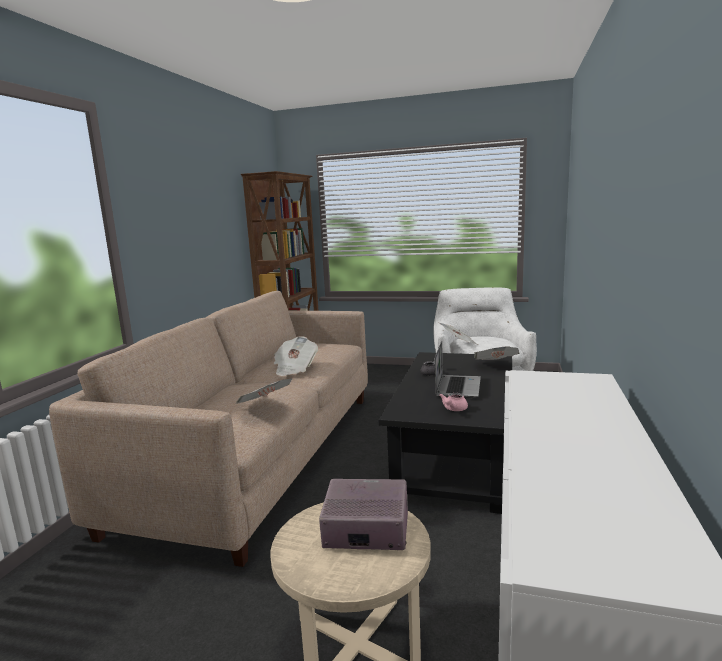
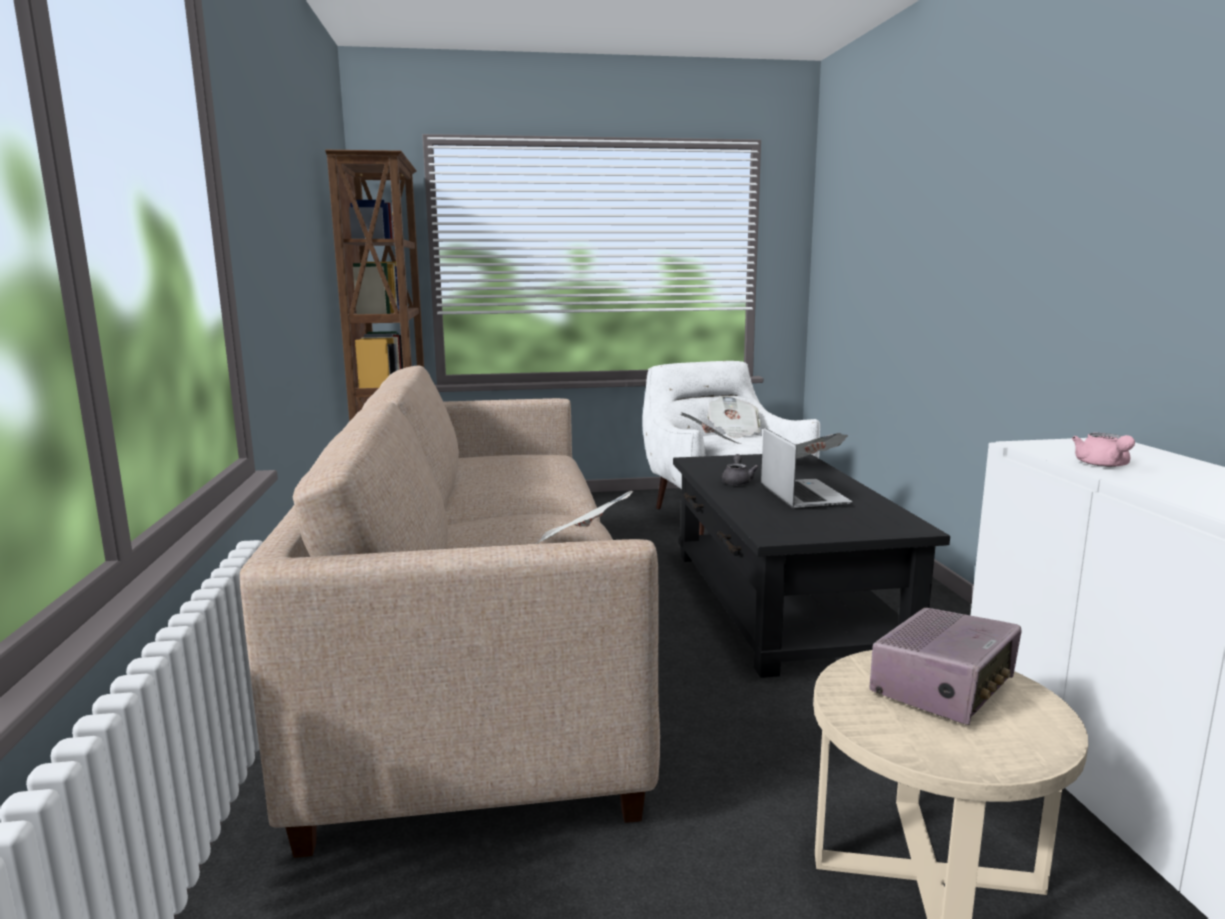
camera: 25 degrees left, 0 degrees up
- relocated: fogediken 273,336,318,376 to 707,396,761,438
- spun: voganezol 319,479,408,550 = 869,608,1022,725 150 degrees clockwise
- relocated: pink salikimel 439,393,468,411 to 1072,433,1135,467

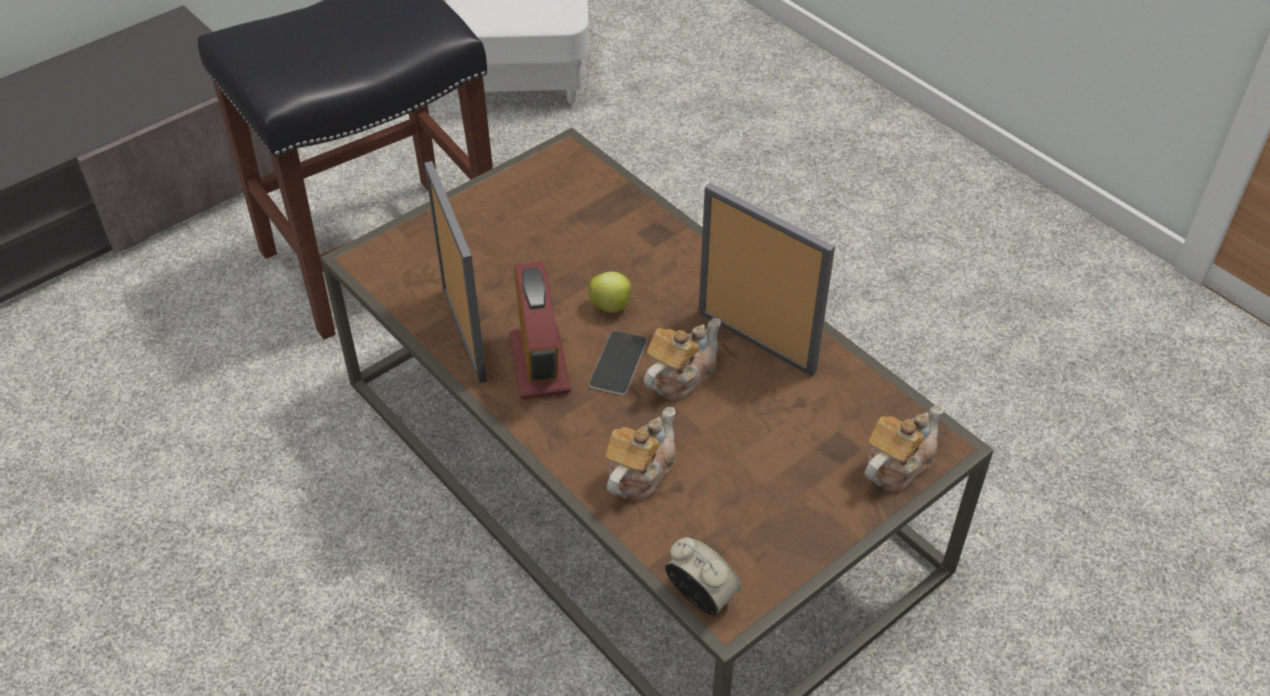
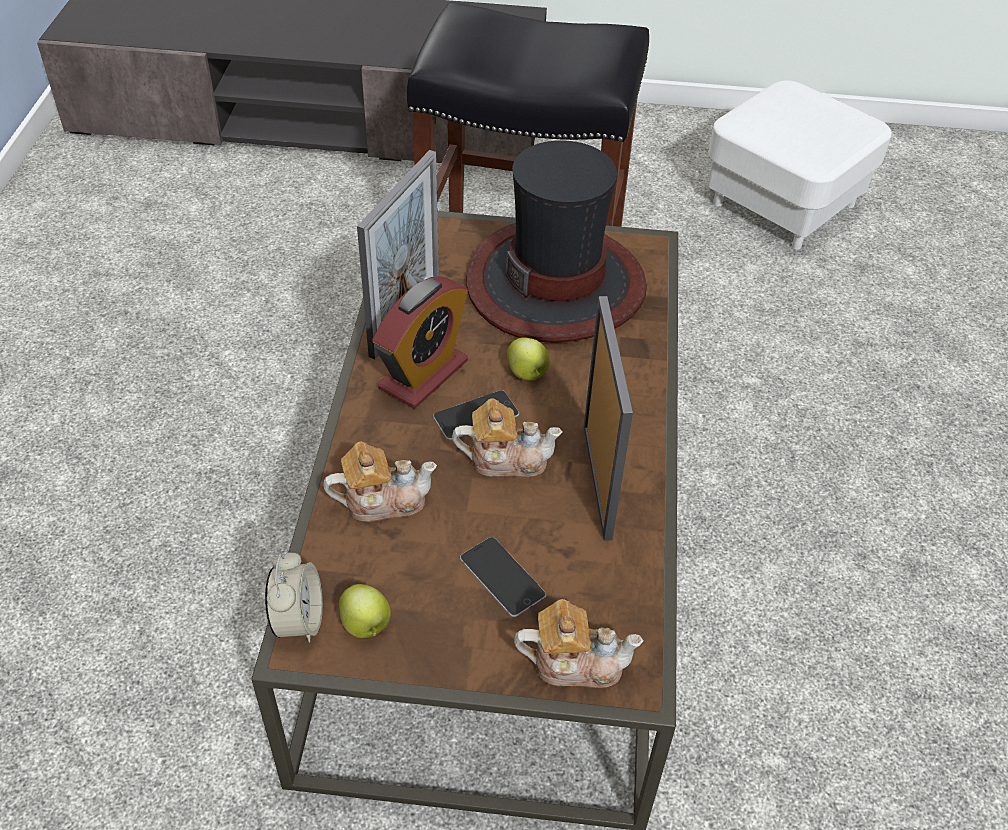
camera: 45 degrees right, 0 degrees up
- appeared: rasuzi 339,584,391,638
- appeared: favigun 460,537,546,617
- appeared: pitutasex 466,140,647,343

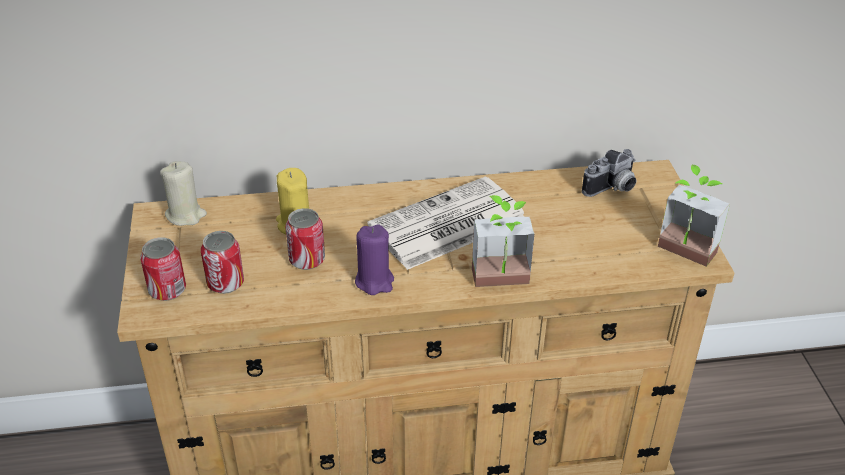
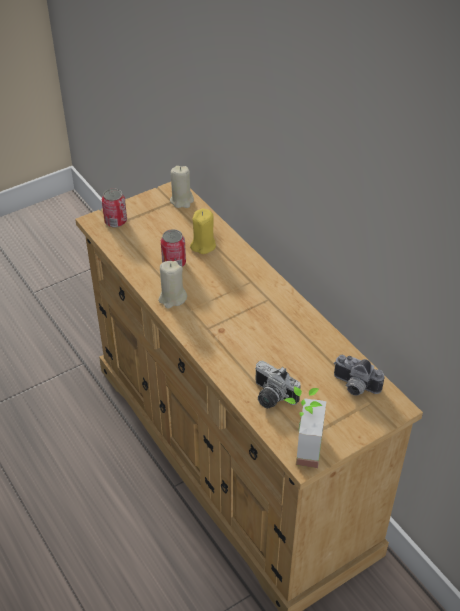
camera: 65 degrees right, 5 degrees up
- missing: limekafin 201,231,244,294
- colour: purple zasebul 355,224,394,295 to beige zasebul 159,261,187,309
- missing: fogediken 367,176,525,270
- missing: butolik 472,195,535,287
- appeared: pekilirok 255,361,301,408

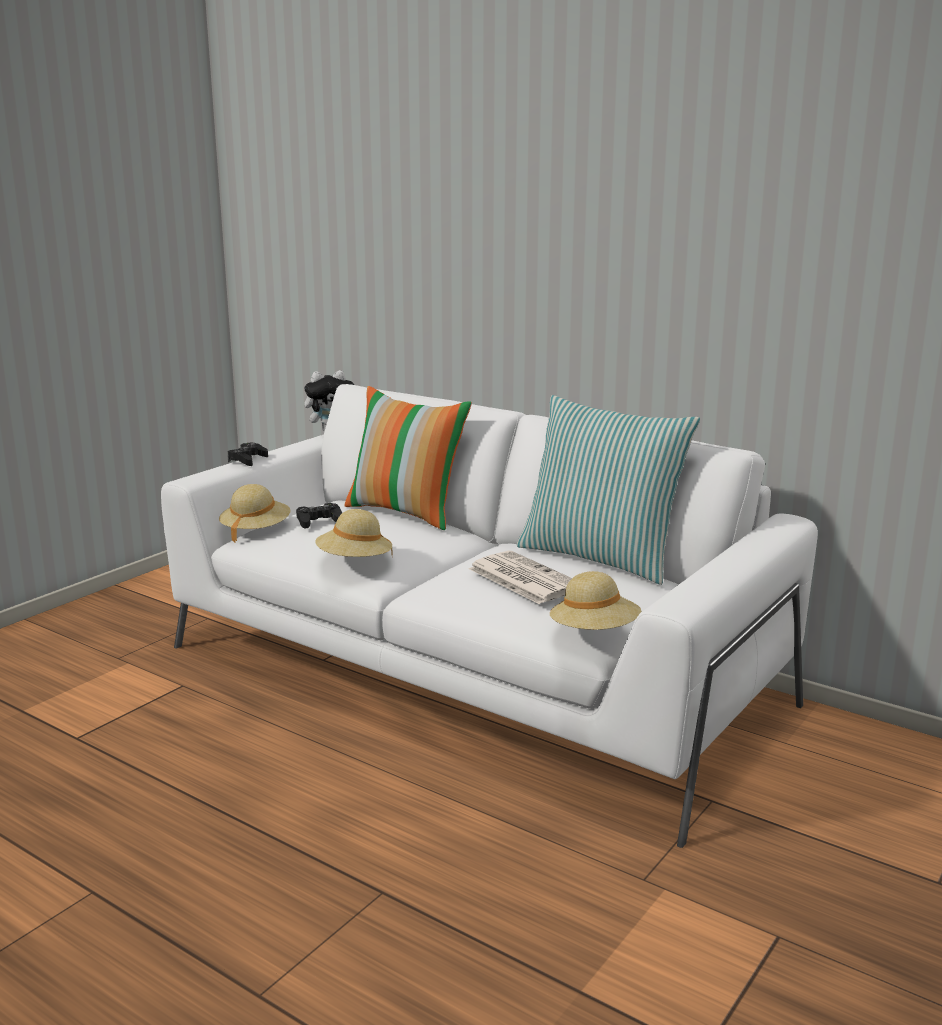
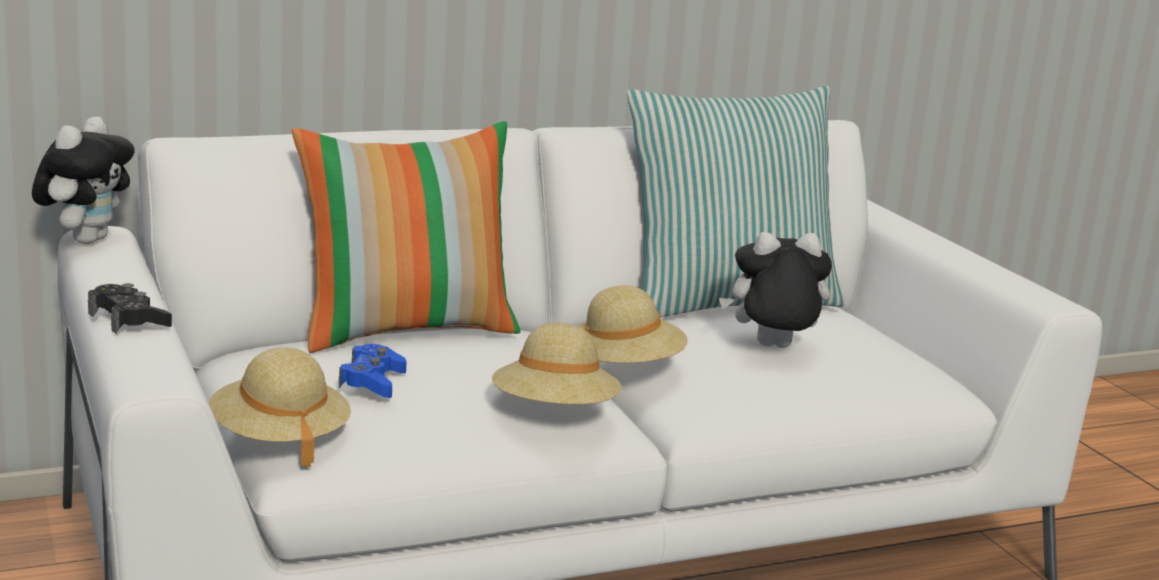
camera: 60 degrees left, 0 degrees up
- colour: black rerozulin 296,503,342,529 to blue rerozulin 339,344,406,398
- exchanged: fogediken 469,551,572,604 to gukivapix 719,232,832,348
- relocated: beige pitutasex 550,571,641,630 to 578,285,688,363

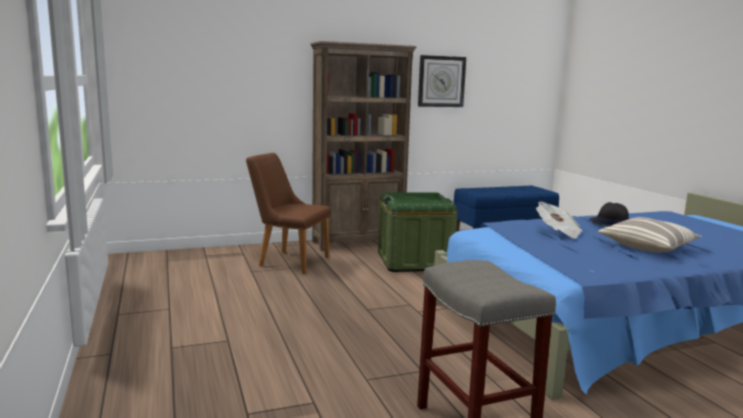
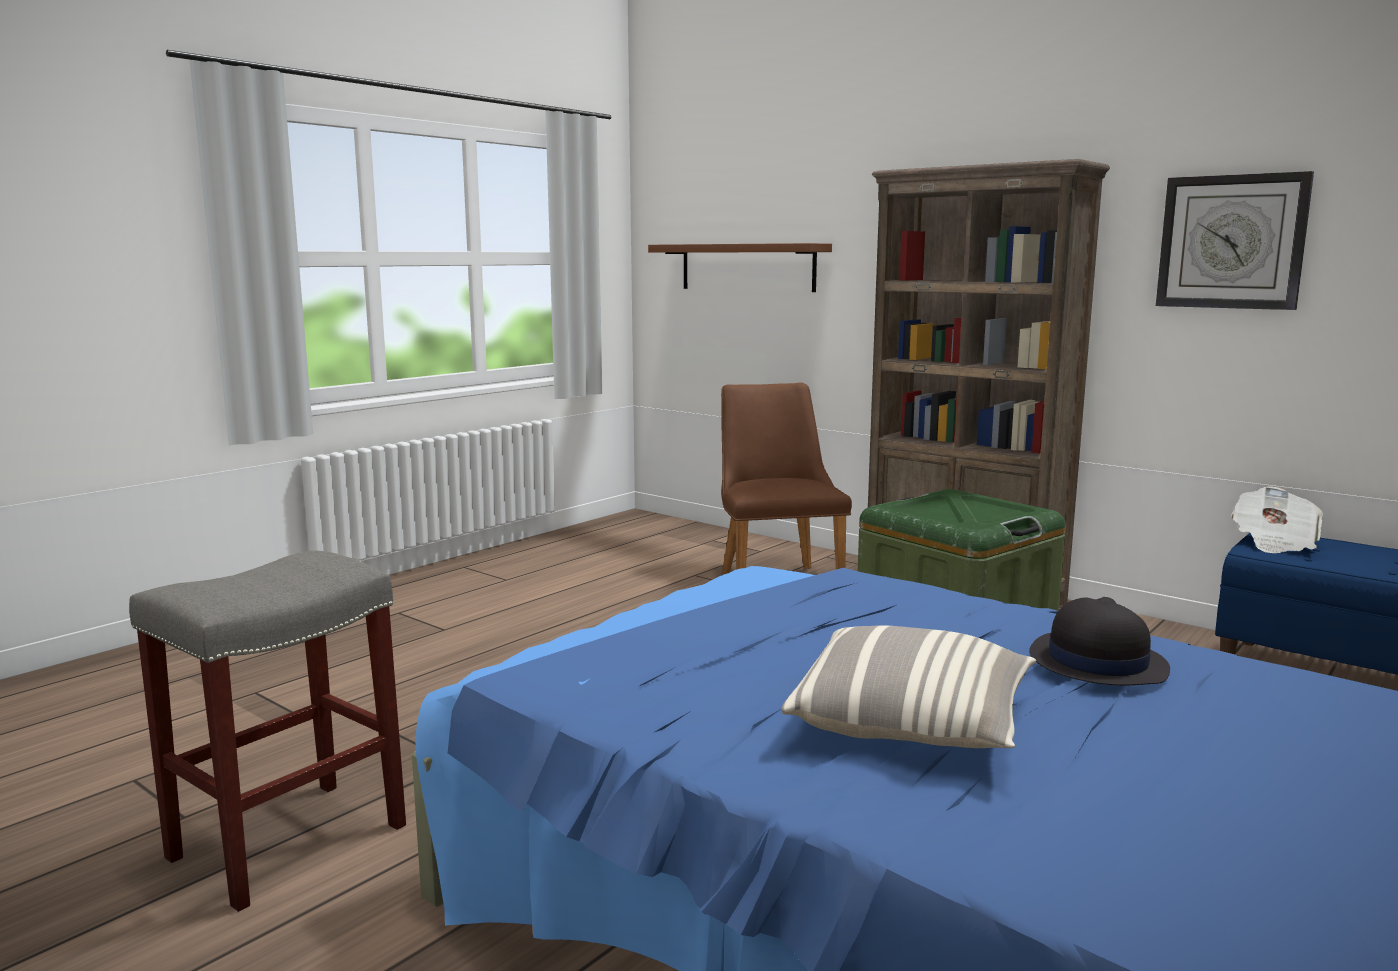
camera: 60 degrees right, 0 degrees up
- relocated: fogediken 536,202,583,239 to 1231,486,1323,553
- appeared: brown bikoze 648,243,832,292

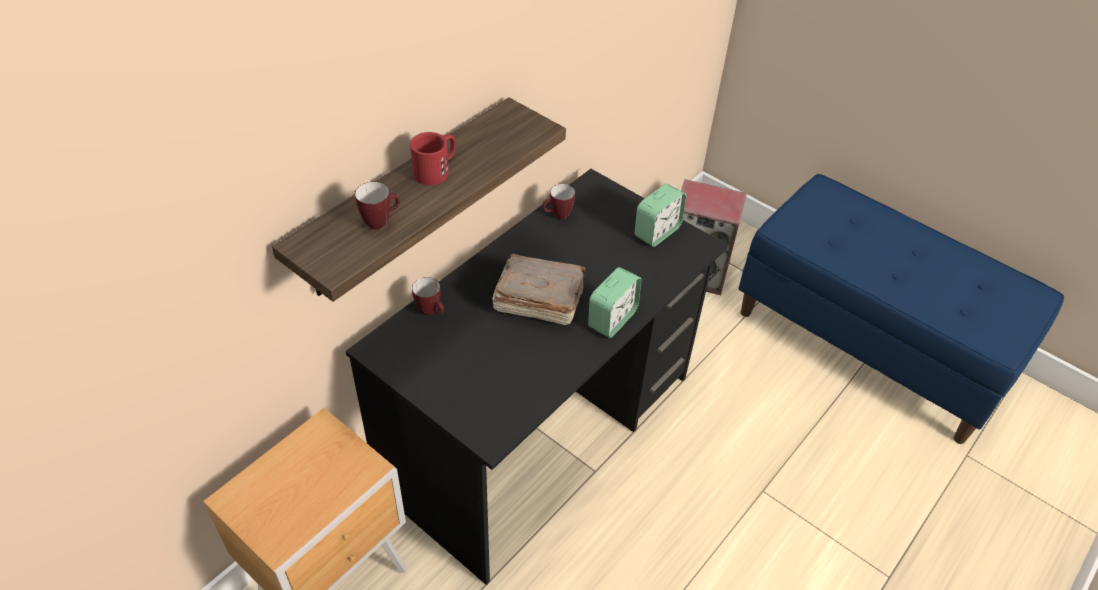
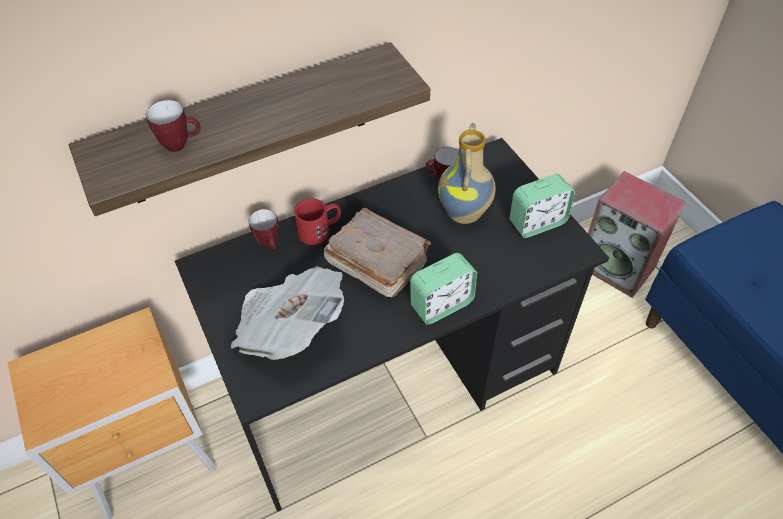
camera: 25 degrees right, 5 degrees up
- relocated: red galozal 410,132,456,186 to 294,198,341,245
- appeared: fogediken 230,266,344,360
- appeared: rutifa 438,123,496,224

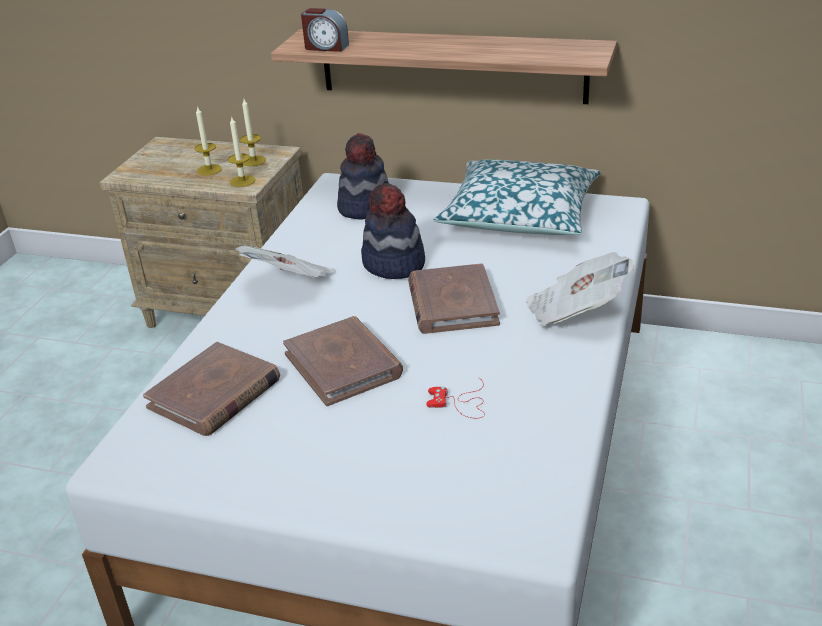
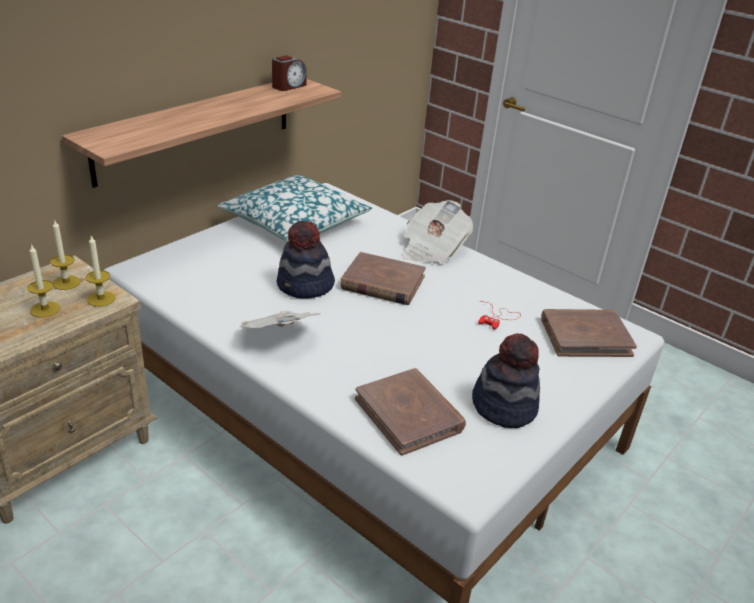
camera: 70 degrees left, 0 degrees up
- relocated: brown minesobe 283,316,403,406 to 541,309,637,357
- relocated: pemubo 301,8,349,52 to 272,55,307,91
- relocated: pitutasex 337,133,388,219 to 472,333,540,428

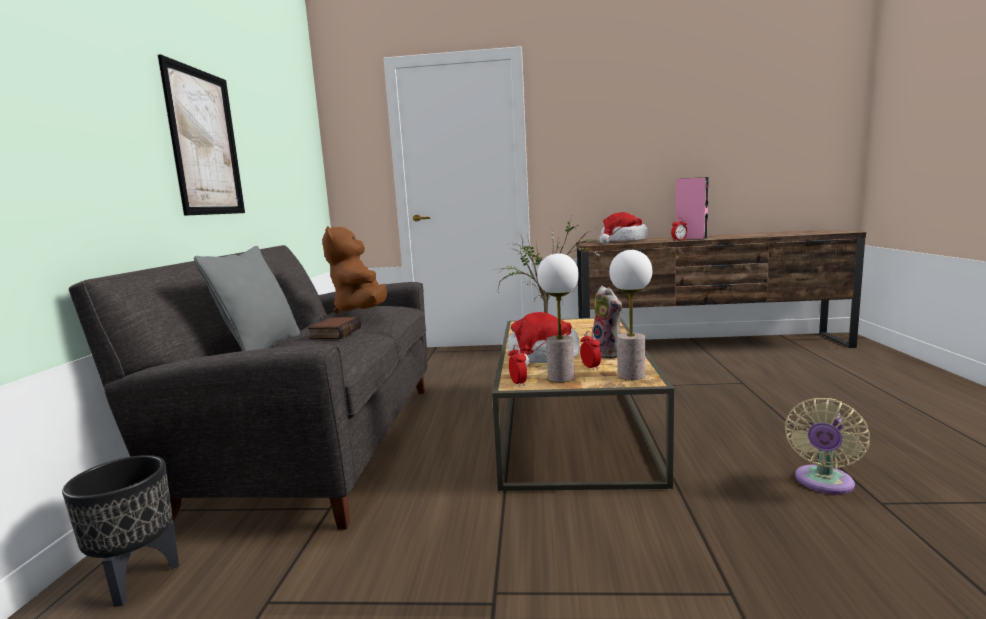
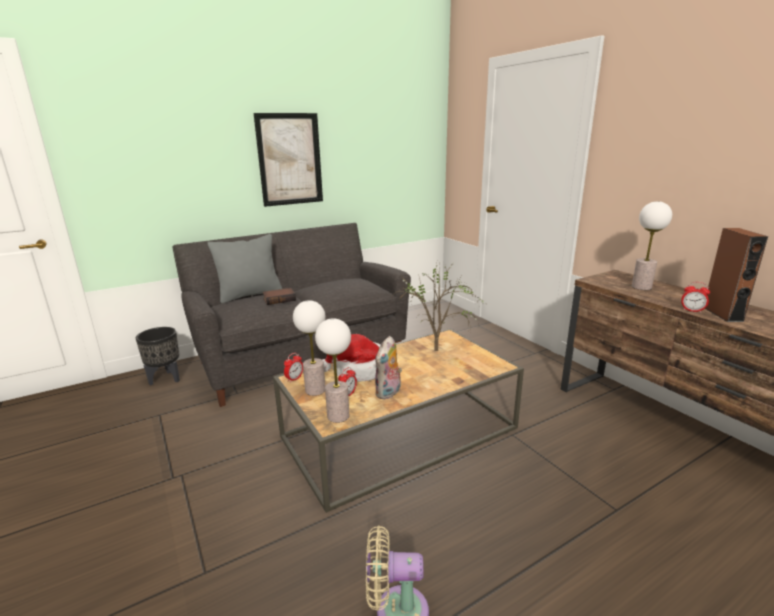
camera: 55 degrees right, 10 degrees up
- missing: brown gukivapix 322,226,387,314
- exchanged: pitutasex 599,212,647,244 to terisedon 632,201,672,290
- colour: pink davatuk 676,177,709,240 to brown davatuk 705,228,768,322

